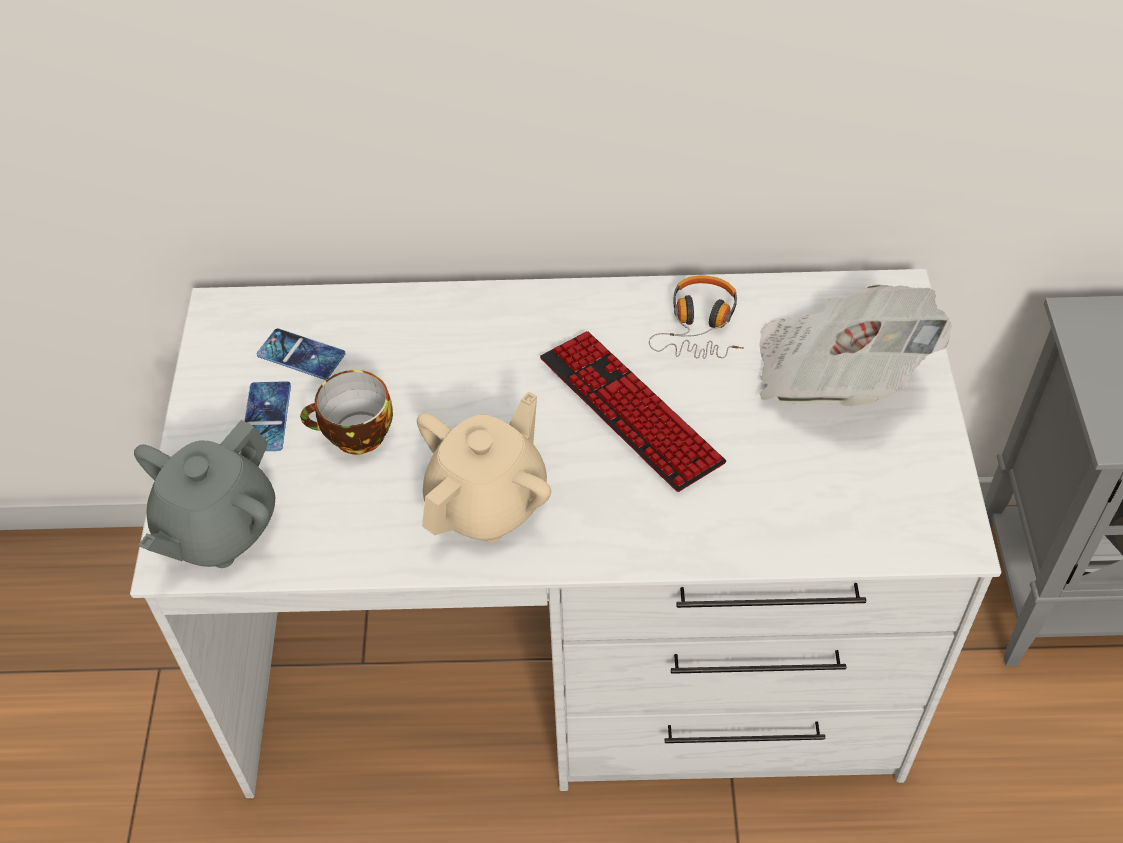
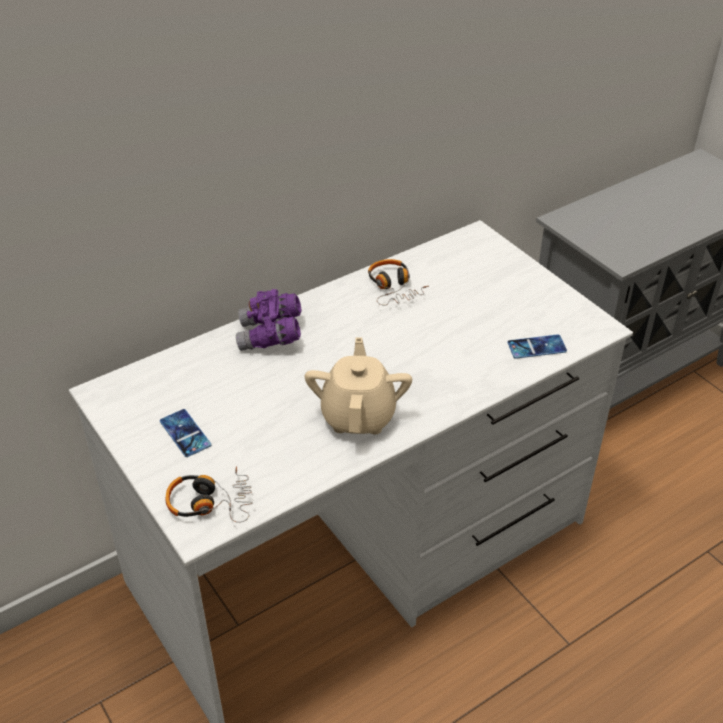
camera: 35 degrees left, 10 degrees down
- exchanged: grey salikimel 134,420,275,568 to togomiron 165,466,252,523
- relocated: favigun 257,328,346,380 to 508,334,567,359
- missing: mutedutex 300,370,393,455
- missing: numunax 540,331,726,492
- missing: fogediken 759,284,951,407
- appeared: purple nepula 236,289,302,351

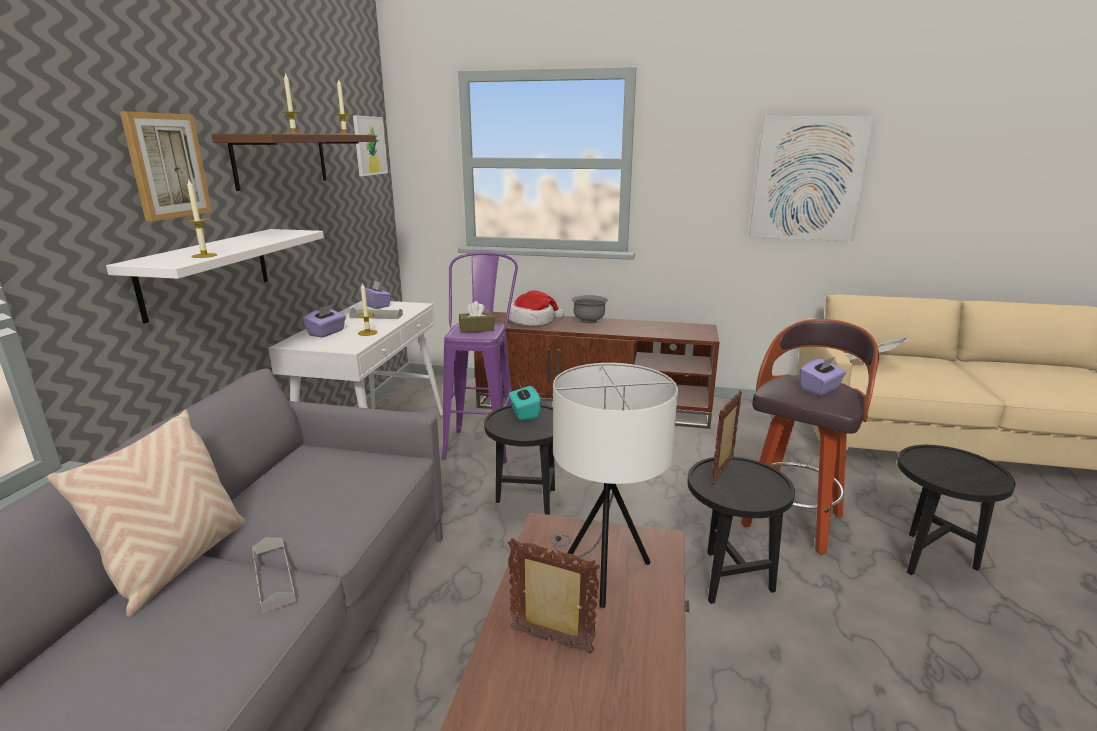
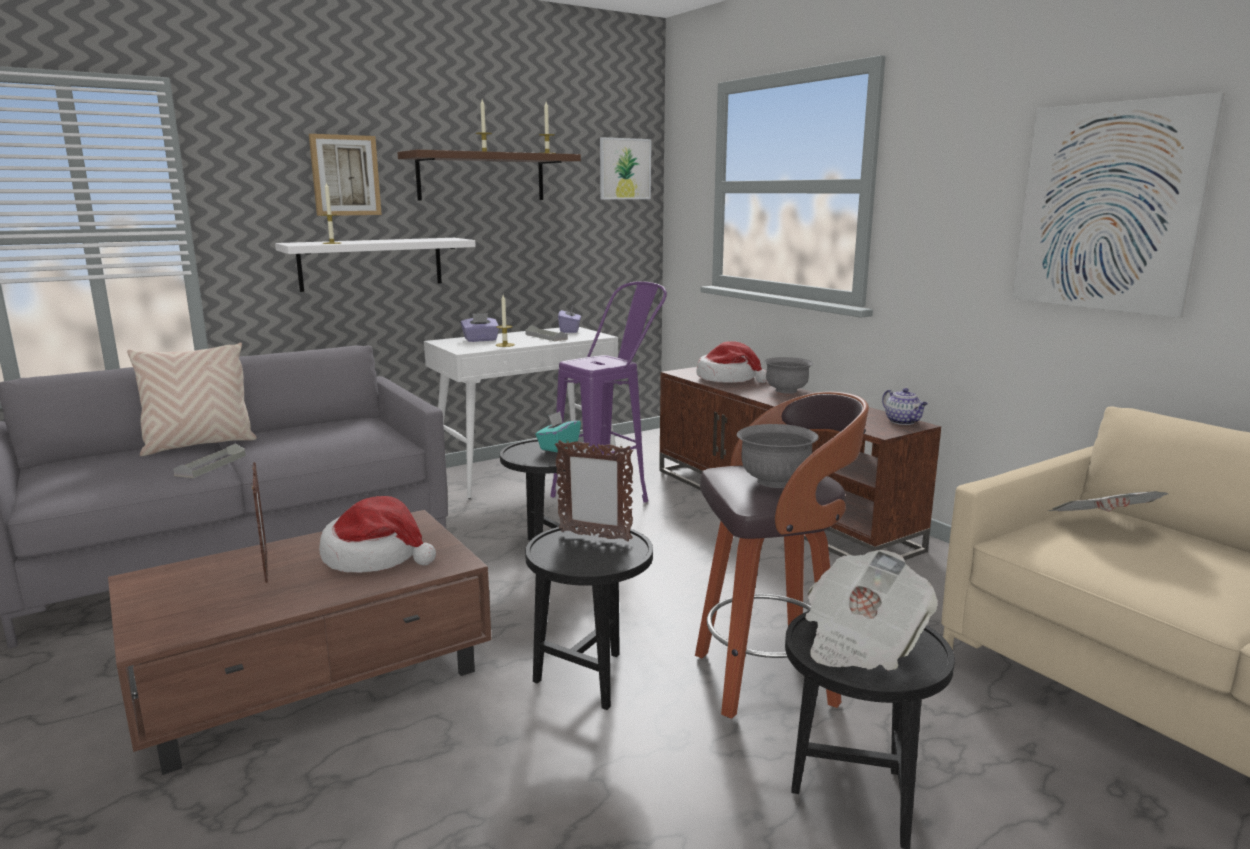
camera: 45 degrees right, 5 degrees down
- missing: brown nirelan 459,301,494,333
- exchanged: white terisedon 551,363,678,608 to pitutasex 319,496,436,573
- spun: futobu 711,390,742,485 = 555,440,633,542 150 degrees counterclockwise
- exchanged: purple nirelan 799,357,846,396 to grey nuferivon 737,424,819,488
- appeared: fogediken 805,550,938,671
- appeared: salikimel 882,388,928,425

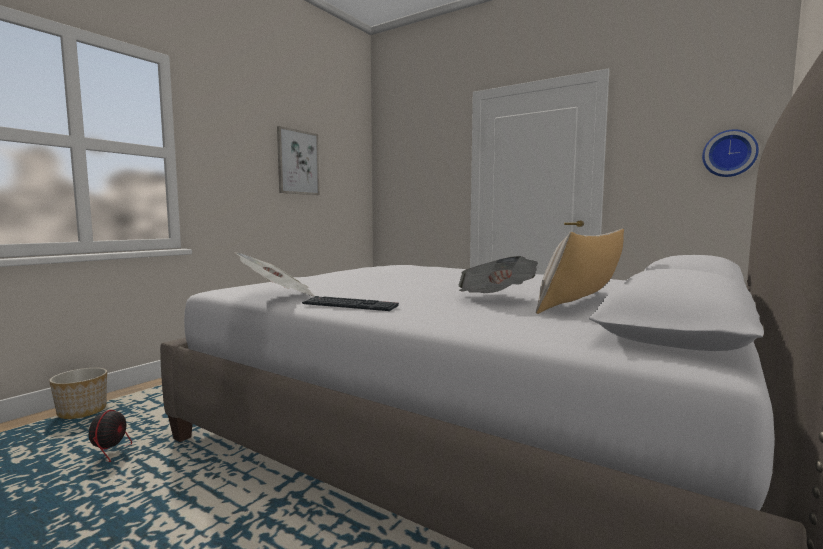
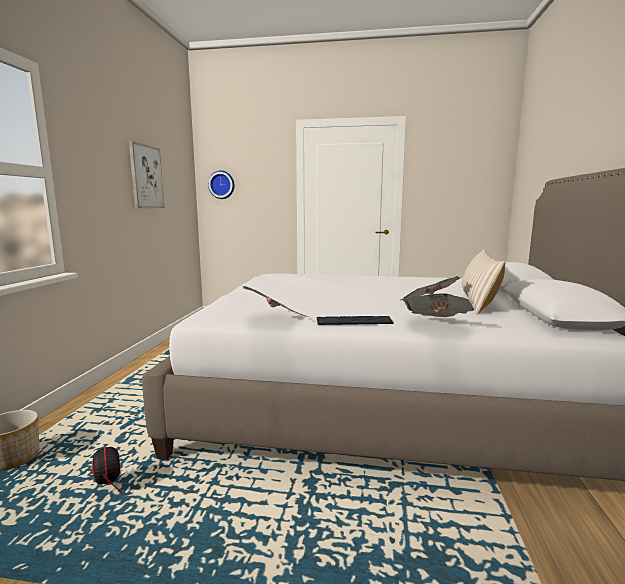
camera: 25 degrees left, 5 degrees up
- relocated: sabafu 702,129,759,177 to 208,170,235,199
- appeared: fogediken 403,293,474,317

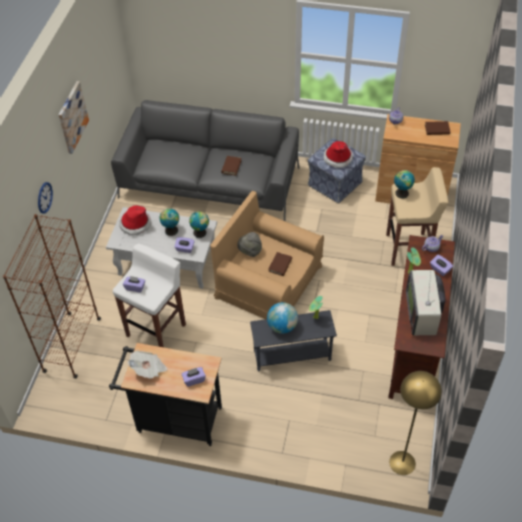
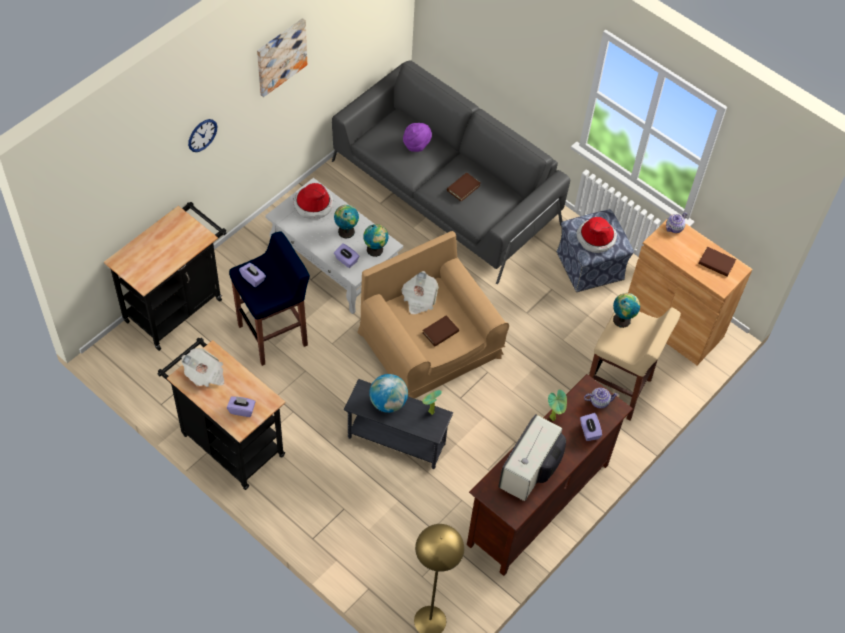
camera: 25 degrees right, 5 degrees up
- exchanged: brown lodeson 3,214,101,378 to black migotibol 104,202,226,351
- colour: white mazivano 113,243,186,347 to blue mazivano 229,231,310,366
- exchanged: grey pitutasex 237,232,262,257 to fogediken 401,271,439,315
- appeared: purple pitutasex 403,123,432,152

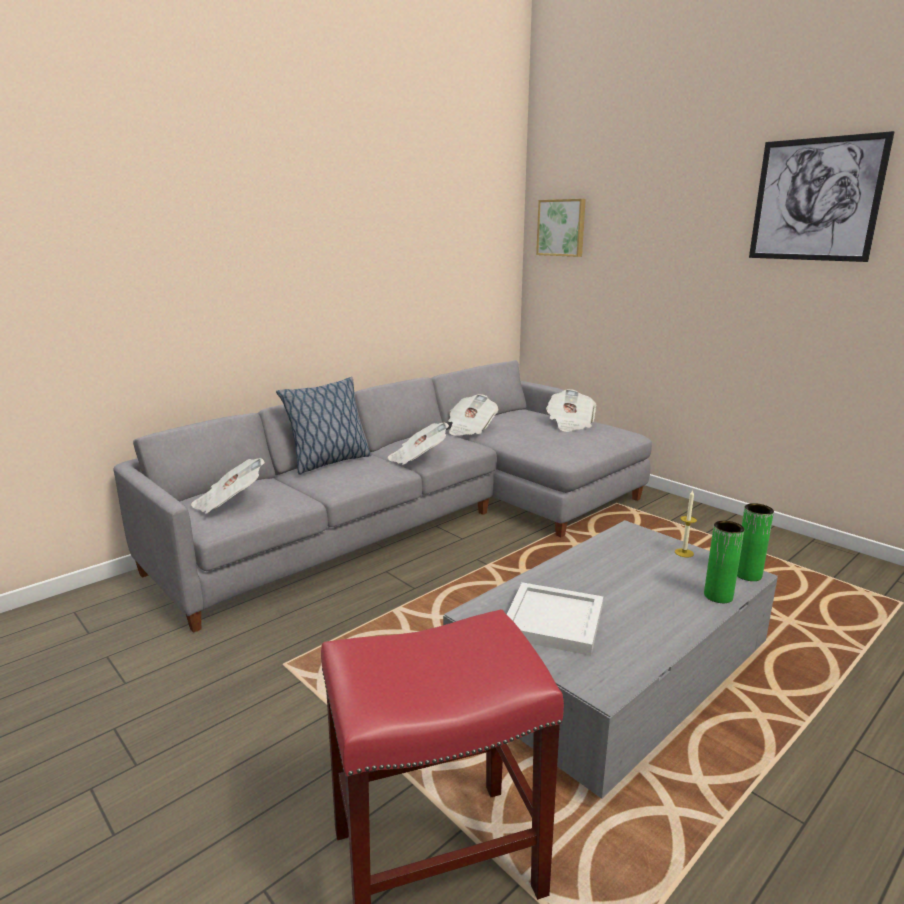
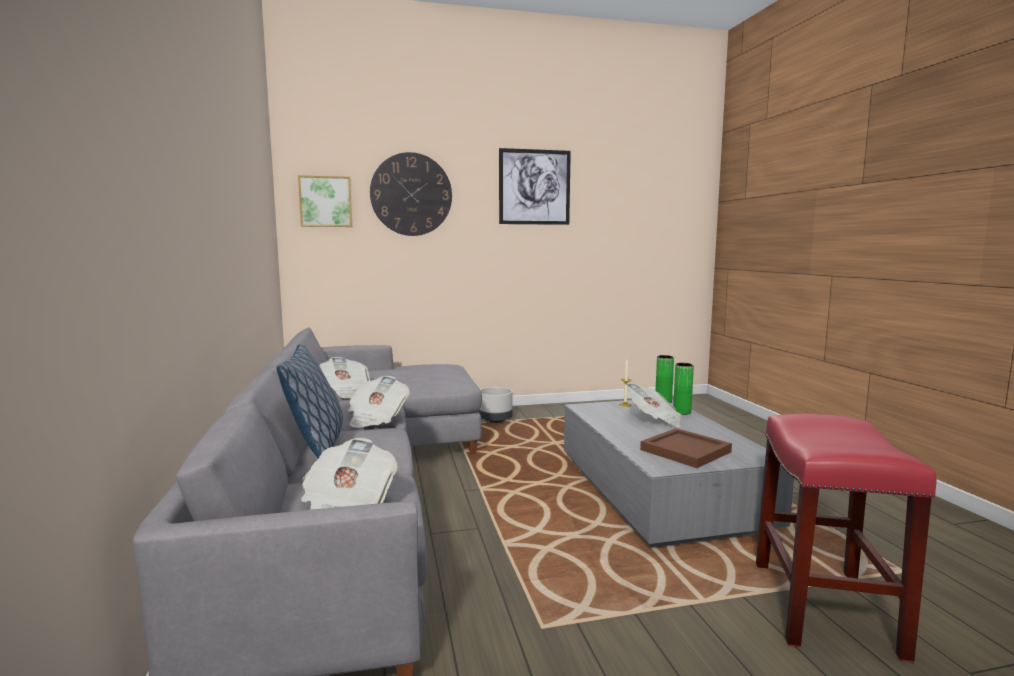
camera: 60 degrees left, 10 degrees down
- colour: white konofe 507,582,604,656 to brown konofe 640,428,732,468
- relocated: fogediken 546,389,597,432 to 626,383,681,427
- appeared: sabafu 370,152,452,236
- appeared: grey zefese 479,387,513,423

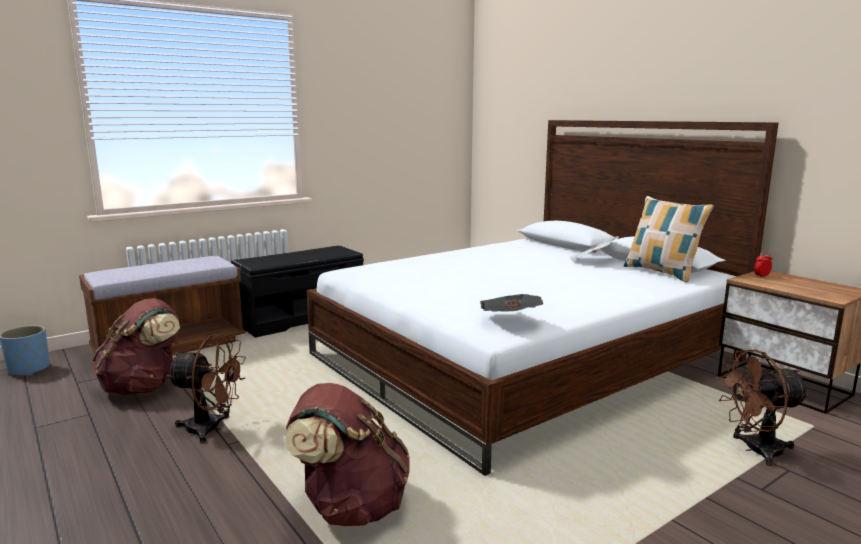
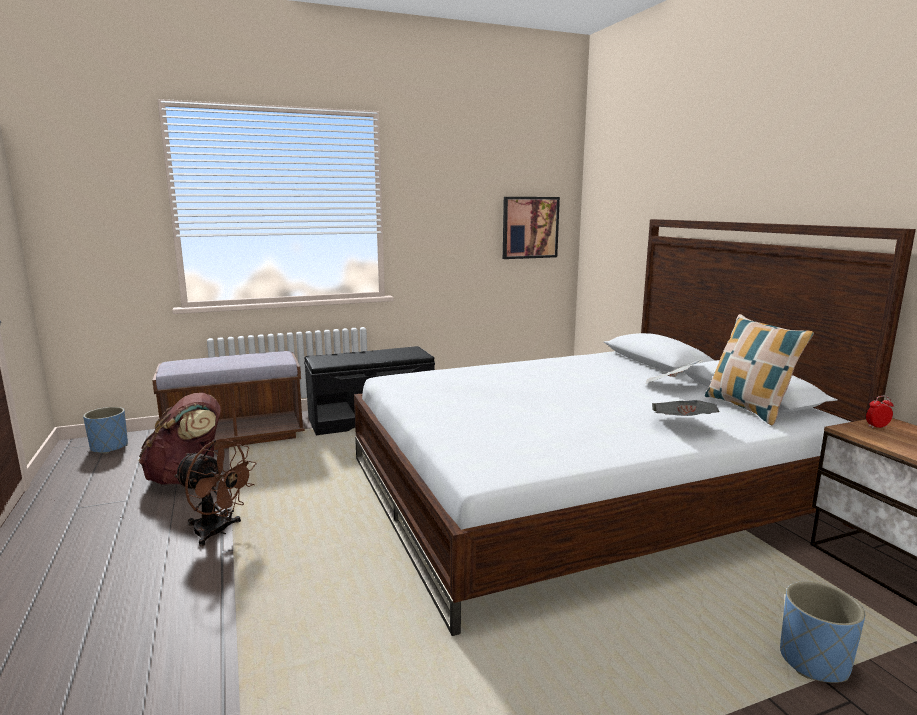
camera: 15 degrees right, 0 degrees up
- missing: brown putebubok 285,383,410,526
- relocated: fogediken 480,294,544,312 to 652,400,719,416
- exchanged: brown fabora 716,349,810,466 to blue zefese 780,581,865,683
- appeared: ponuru 503,197,560,259

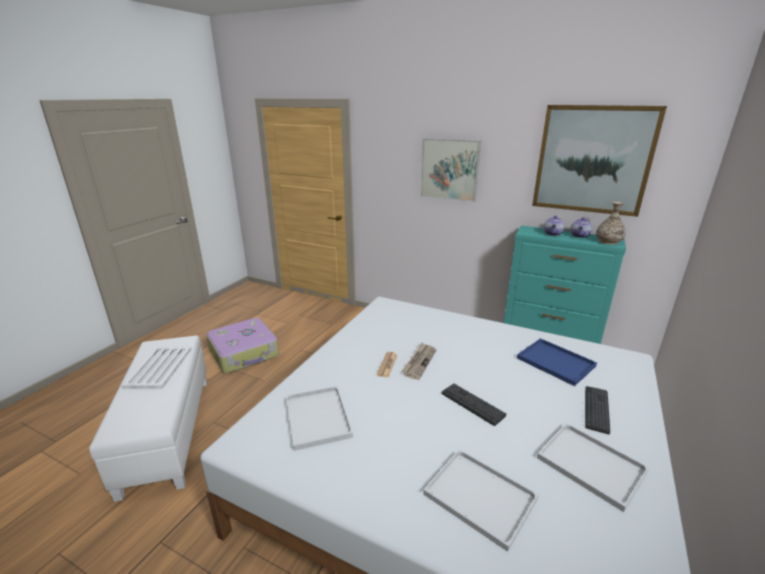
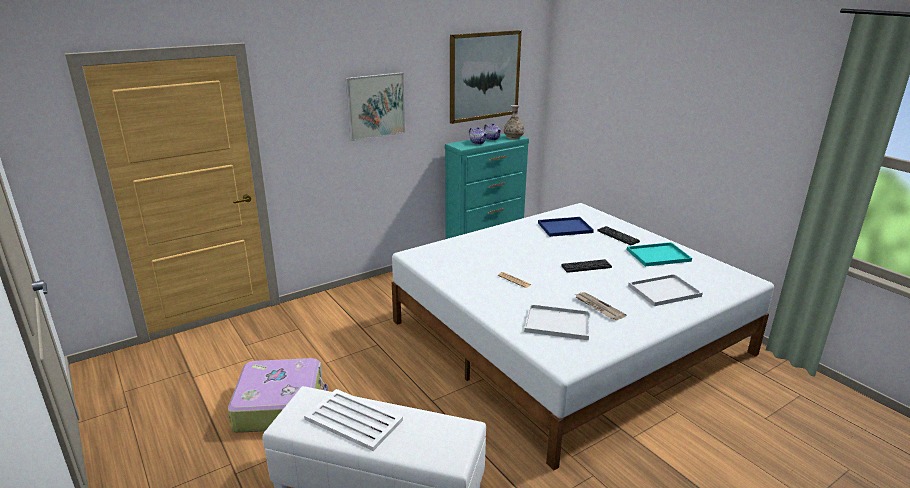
camera: 60 degrees left, 0 degrees up
- relocated: fogediken 401,343,436,380 to 575,292,626,320
- colour: white konofe 537,423,649,512 to turquoise konofe 627,242,692,267

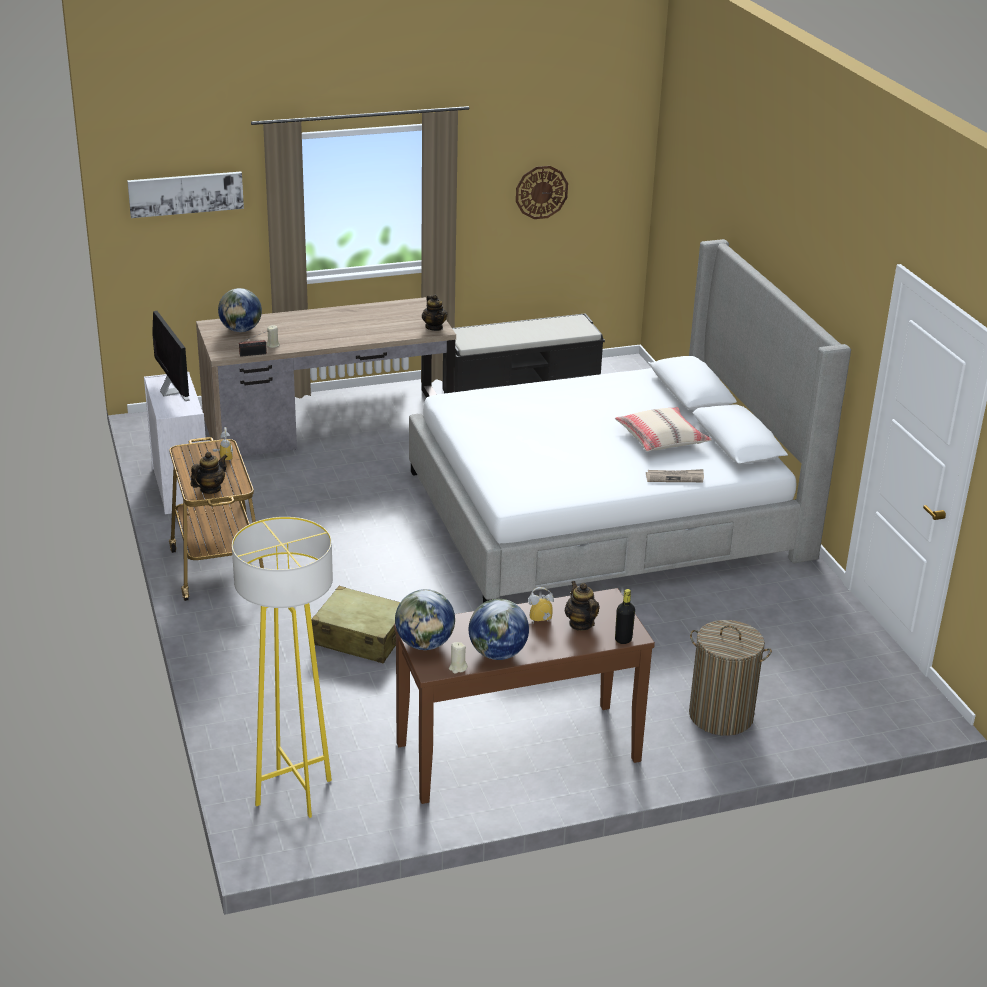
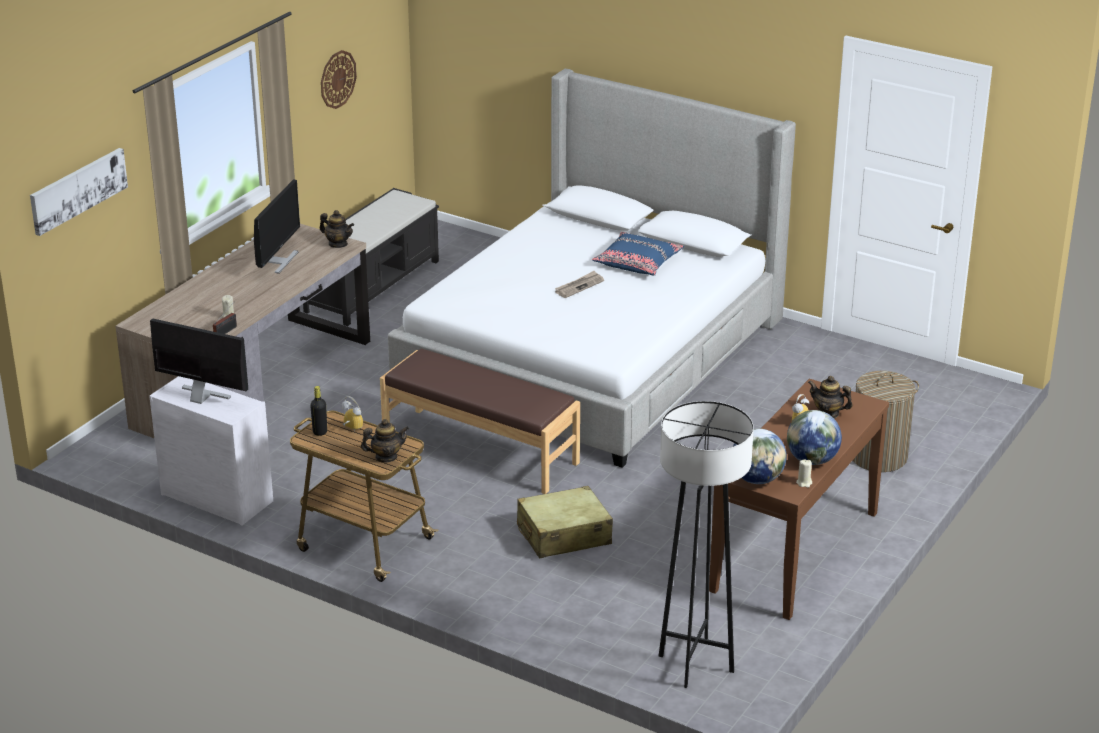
camera: 40 degrees left, 0 degrees up
- spun: salikimel 191,452,228,494 = 361,419,409,462 75 degrees clockwise
- missing: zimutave 218,288,262,332
- colour: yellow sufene 232,517,333,818 to grey sufene 658,401,754,688
- colour: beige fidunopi 615,407,712,452 to blue fidunopi 592,232,684,275
- relocated: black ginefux 615,589,635,644 to 310,386,327,436
- relocated: fogediken 646,469,704,482 to 555,271,604,298
- appeared: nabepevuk 254,180,300,274
- appeared: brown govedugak 380,348,580,494

